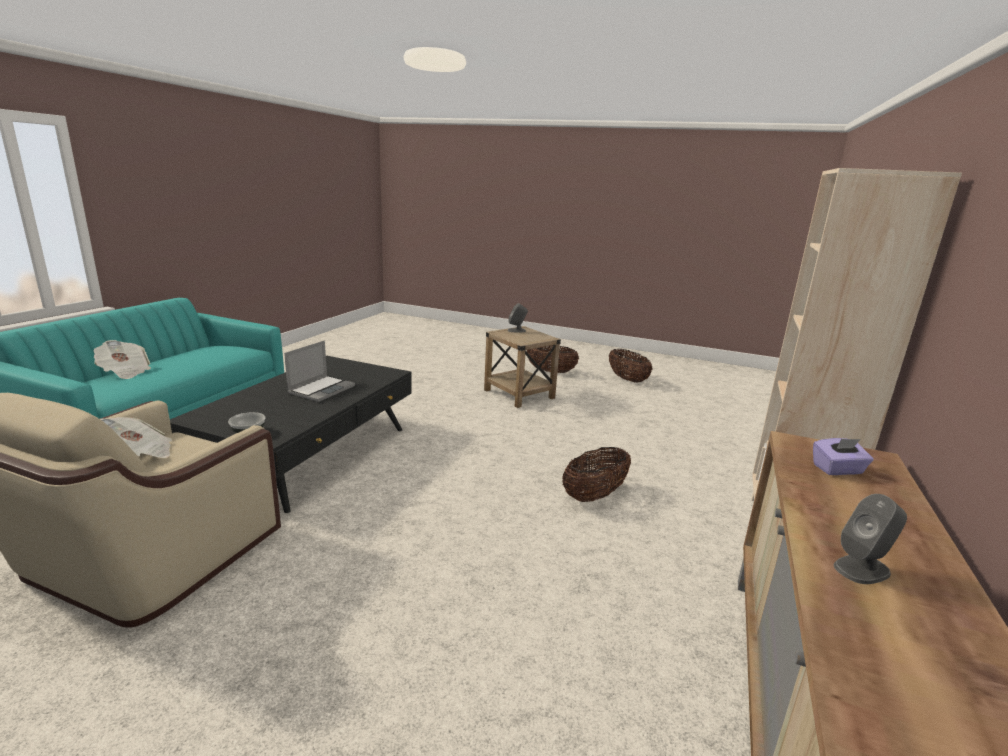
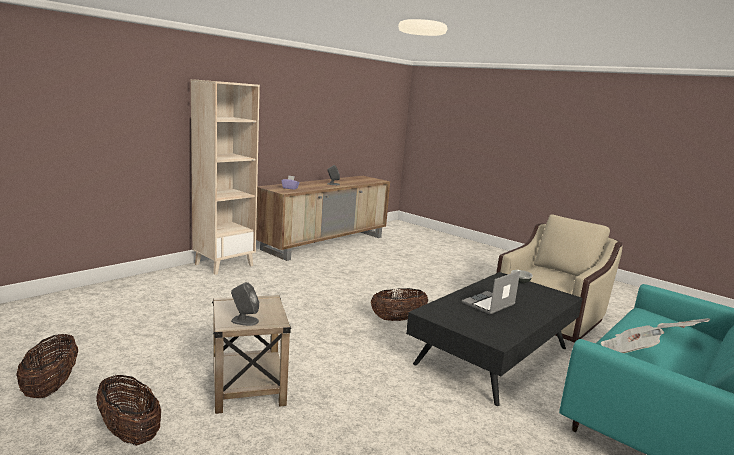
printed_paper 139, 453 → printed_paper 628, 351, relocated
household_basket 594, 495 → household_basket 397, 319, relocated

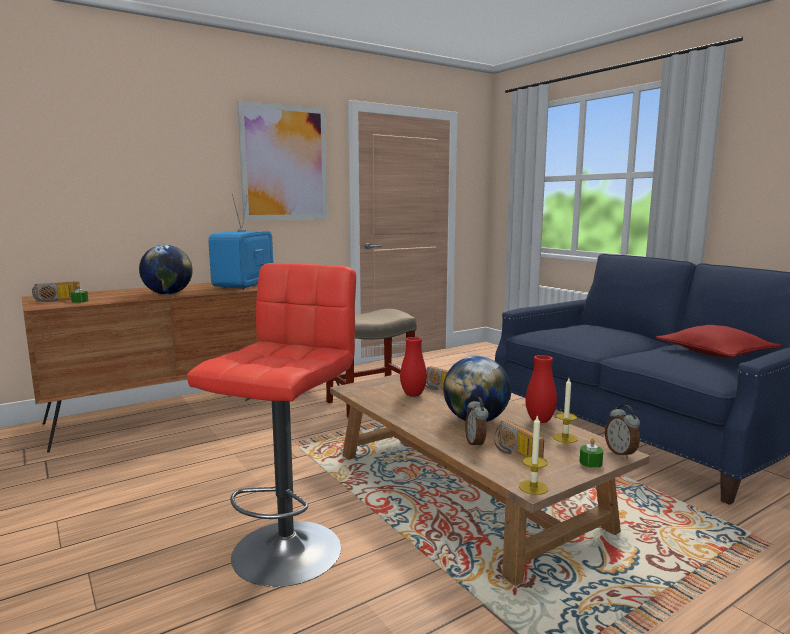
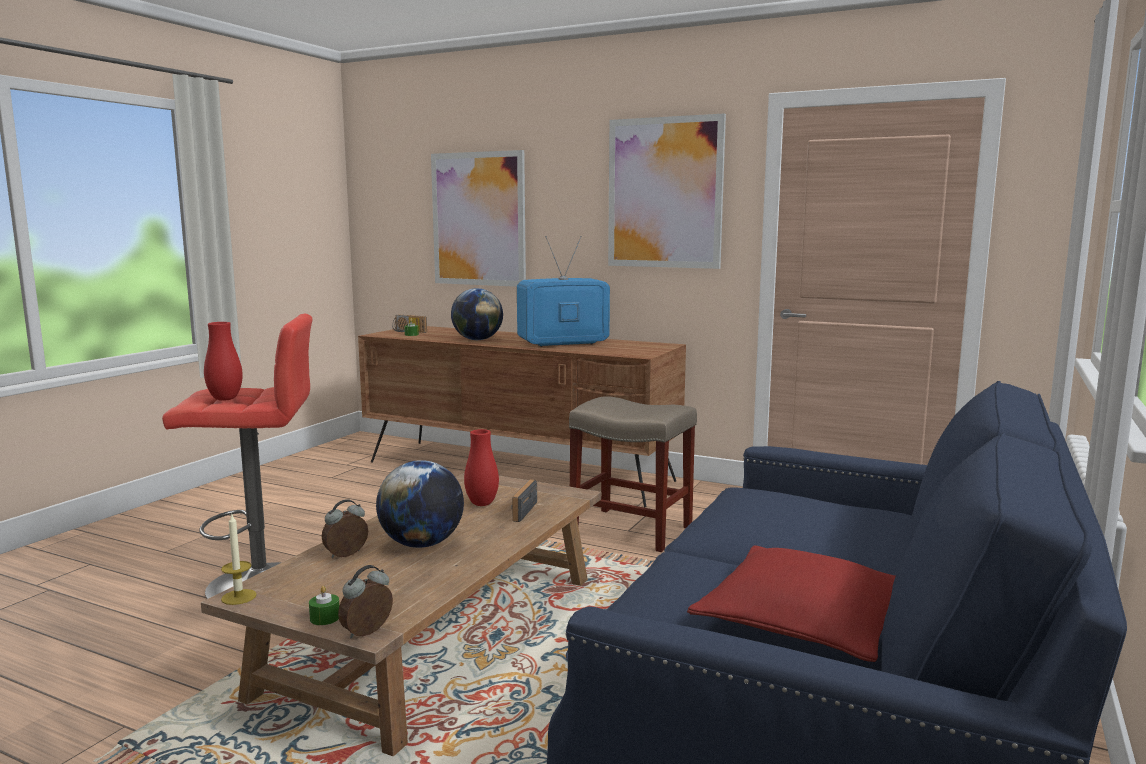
radio 515, 453 → -
red-coloured_decorative_vase 540, 421 → red-coloured_decorative_vase 225, 399, relocated
candle 565, 438 → -
- → picture 479, 219

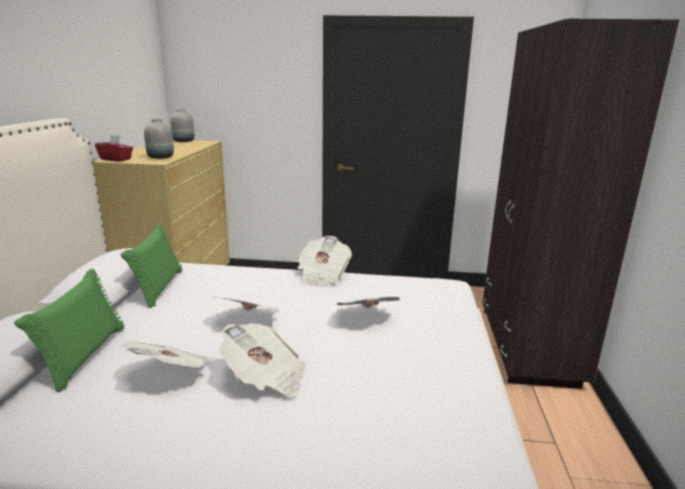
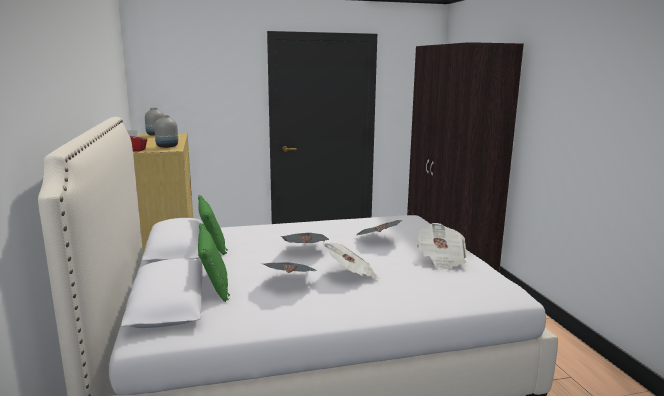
printed_paper 322, 275 → printed_paper 441, 259, relocated

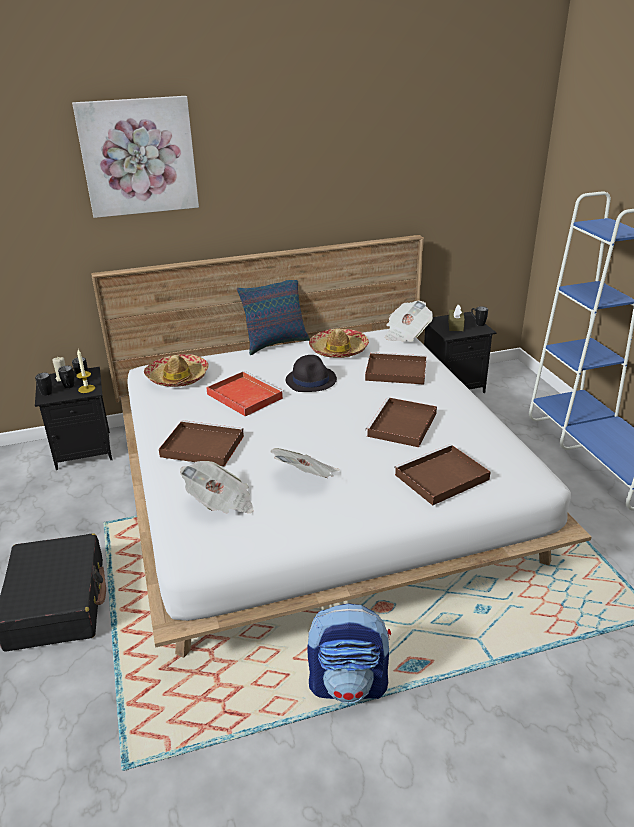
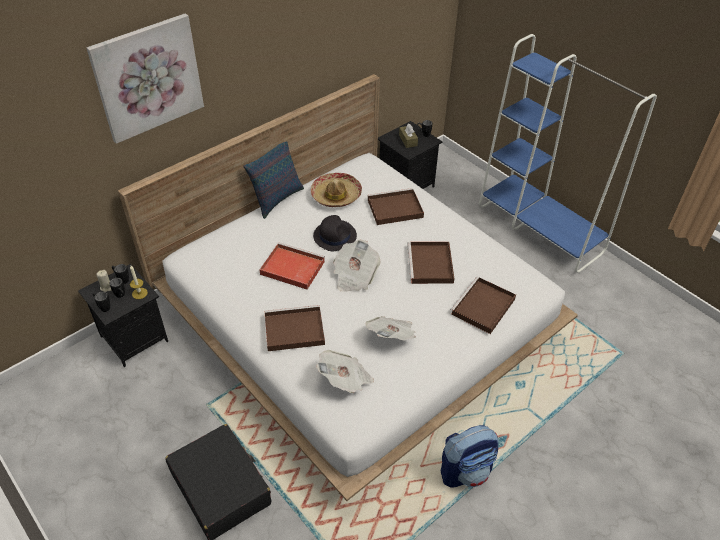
hat 178, 377 → -
printed_paper 406, 334 → printed_paper 354, 276, relocated

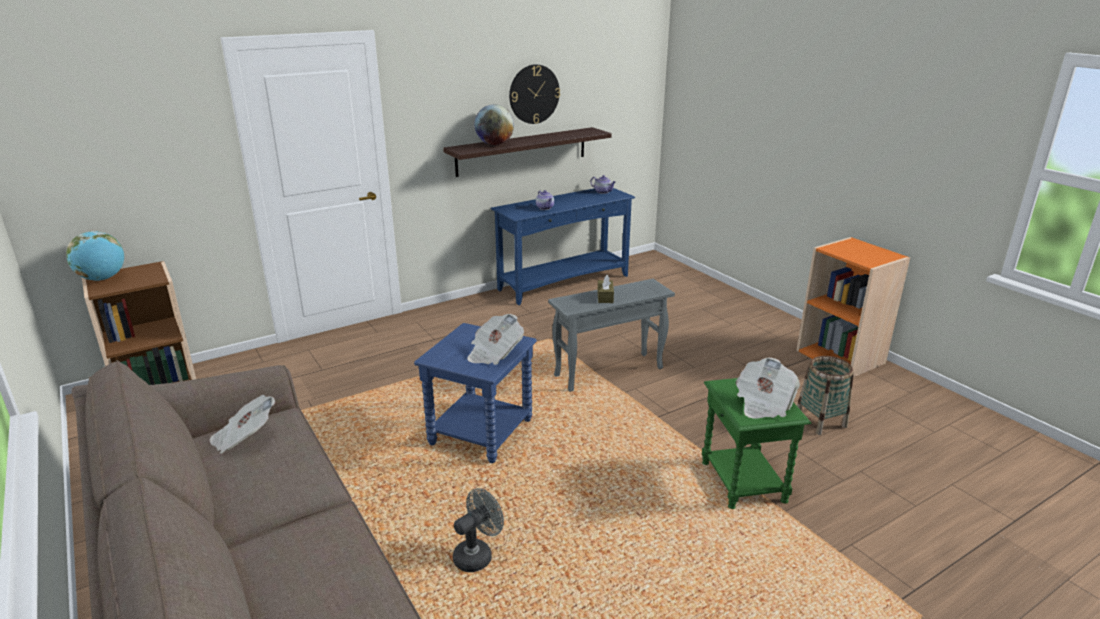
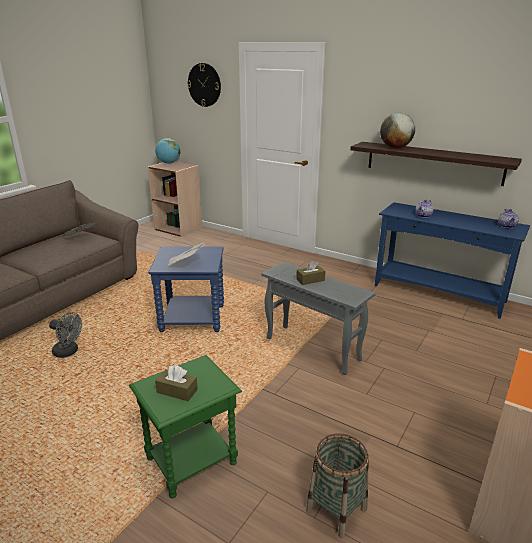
hanging_clock 534, 94 → hanging_clock 204, 85, relocated
printed_paper 763, 403 → brown-coloured_tissue_box 177, 391

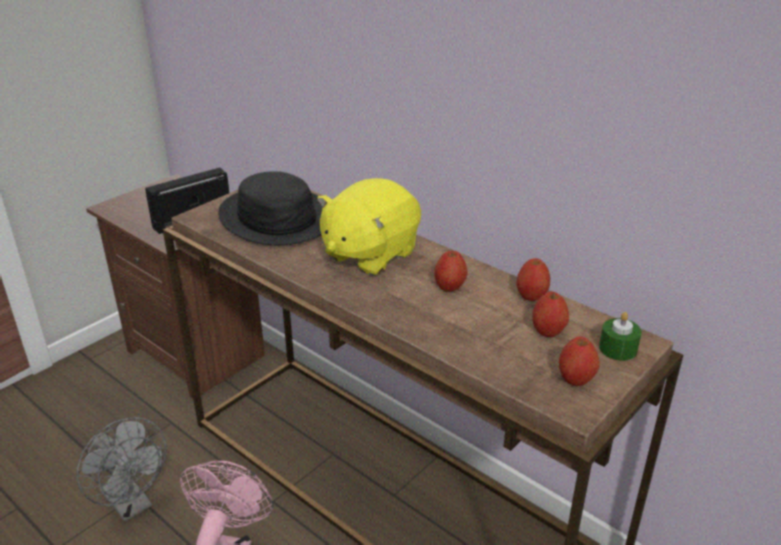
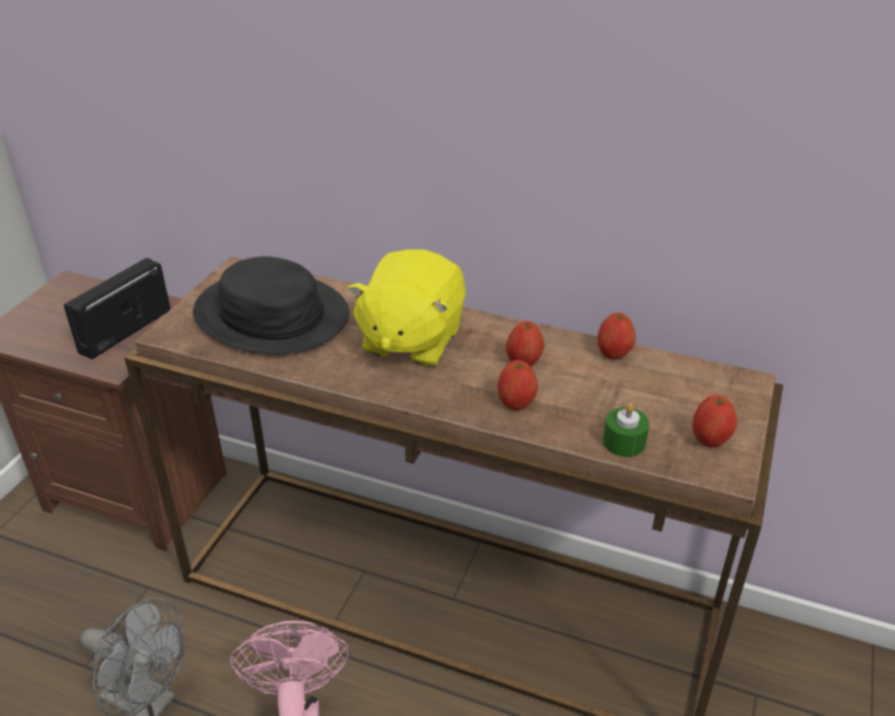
apple_fruit 548, 331 → apple_fruit 516, 403, relocated
greenish_candle 618, 349 → greenish_candle 624, 442, relocated

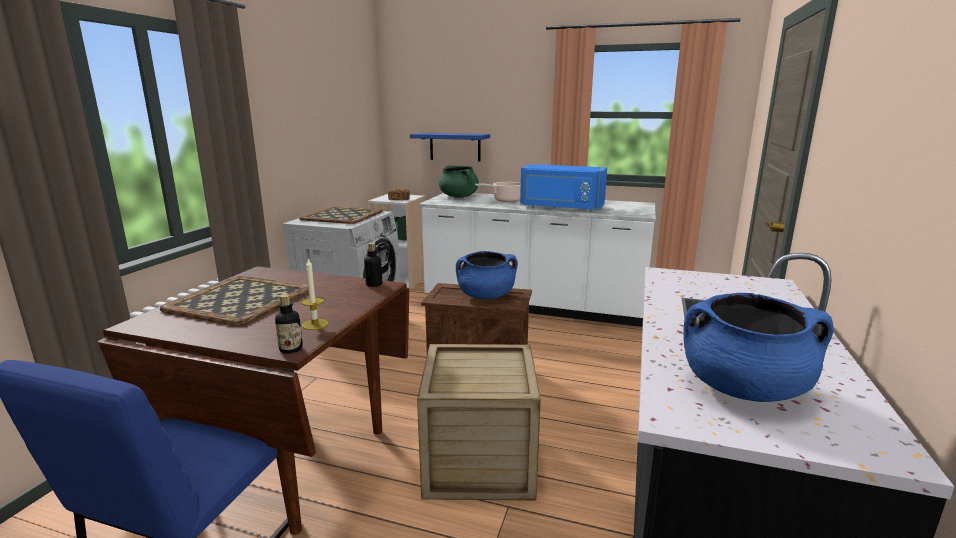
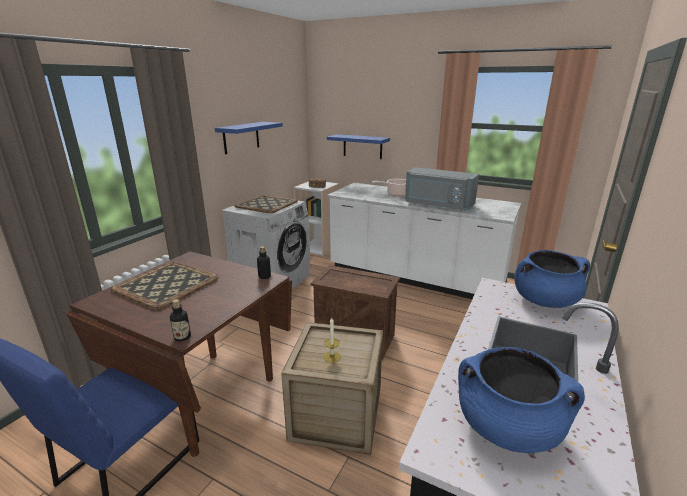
candle 315, 324 → candle 332, 357, relocated
greenish_saucepot 459, 197 → -
bluish_saucepot 486, 296 → bluish_saucepot 544, 301, relocated
bluish_microwave 561, 208 → greyish_microwave 438, 205
- → bluish_bracket_shelf 241, 137

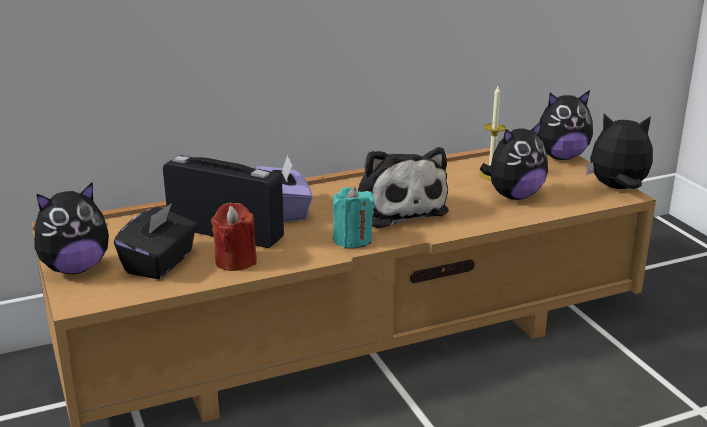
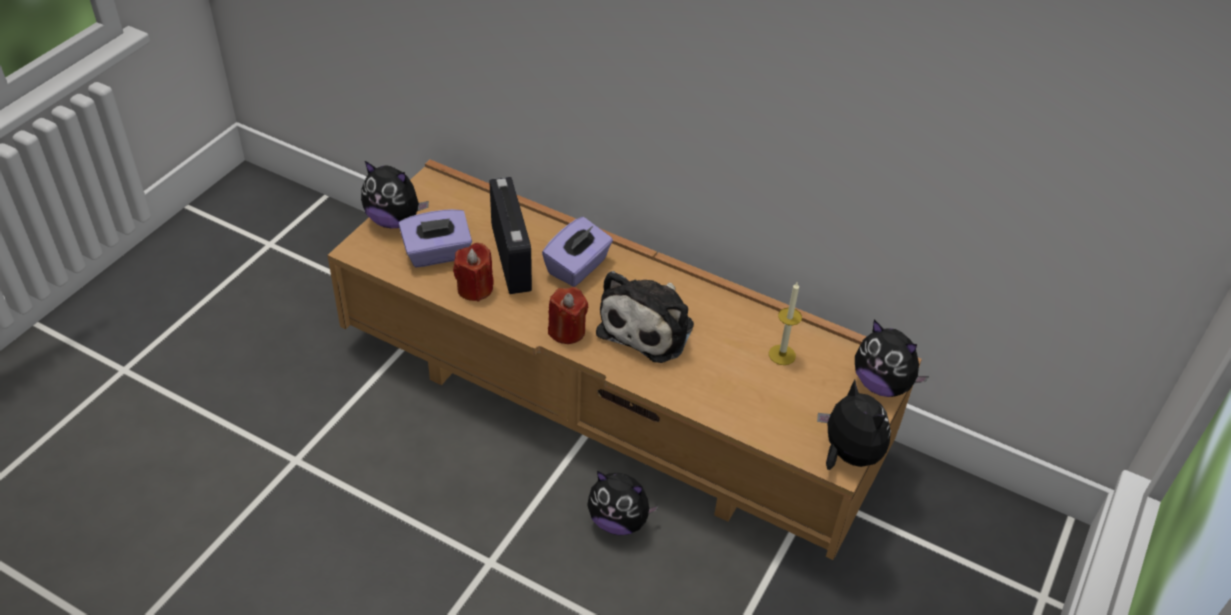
blackish_tissue_box 160, 263 → purple-coloured_tissue_box 437, 254
blue-green_candle 352, 240 → red-coloured_candle 567, 331
cuddly_toy 513, 196 → cuddly_toy 618, 521, relocated

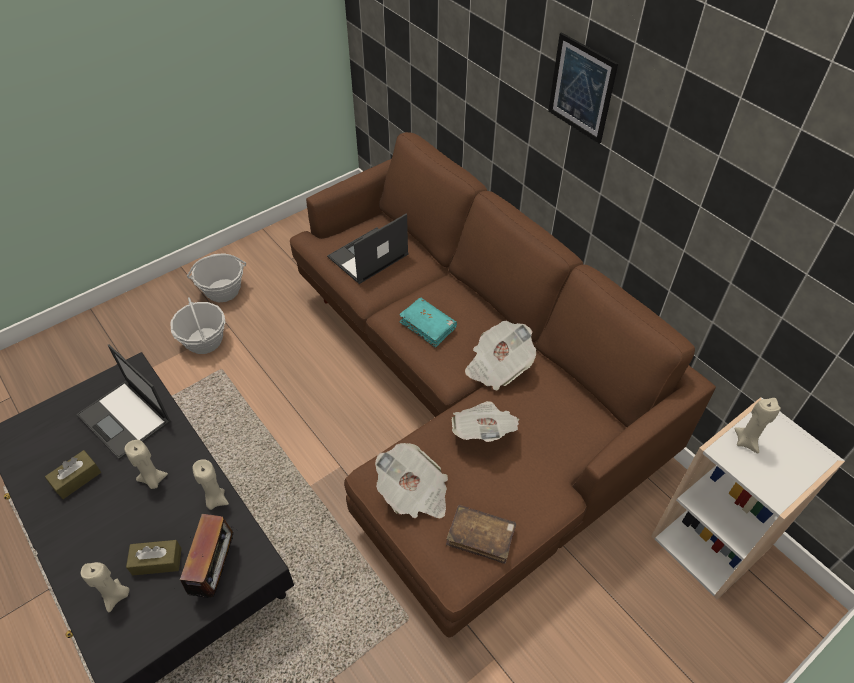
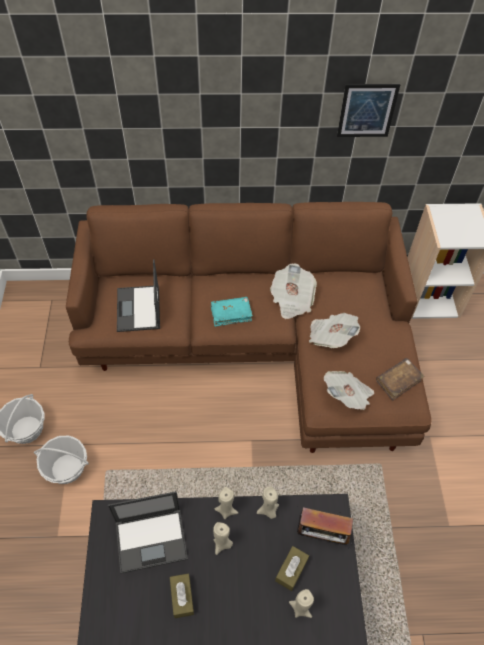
radio 217, 570 → radio 322, 535, 150 degrees clockwise
picture 581, 88 → picture 367, 110, relocated
beige-coloured_candle 746, 441 → beige-coloured_candle 226, 510, relocated

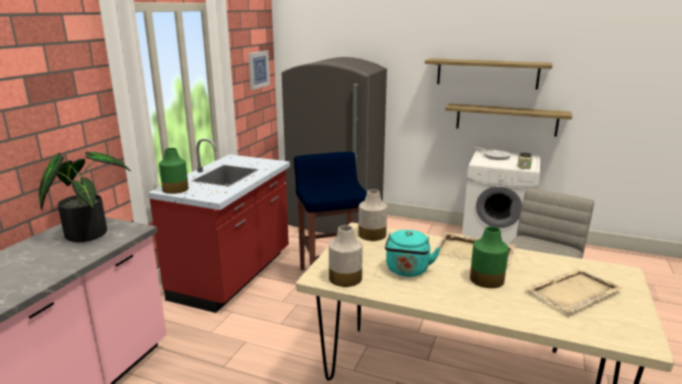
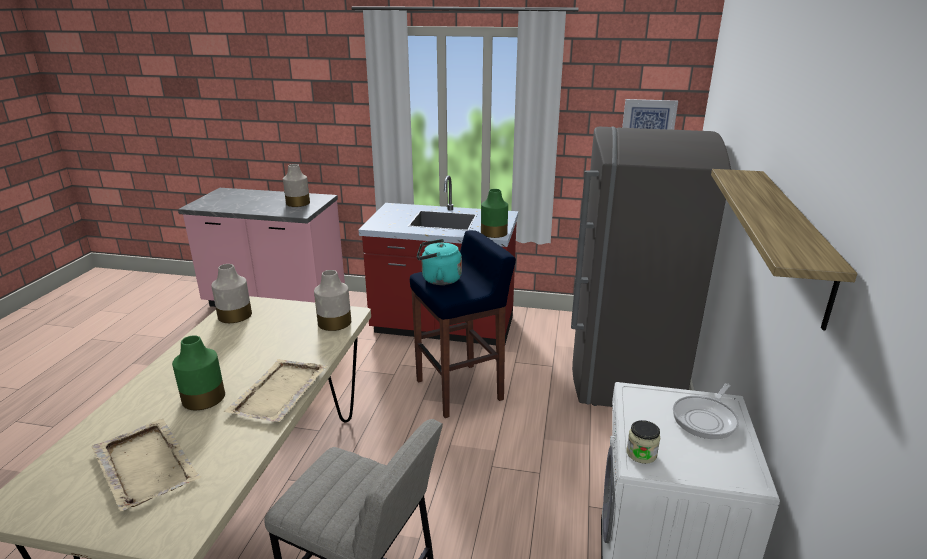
houseplant 88, 232 → beige-coloured_decorative_vase 298, 203
greenish_decorative_vase 176, 189 → greenish_decorative_vase 494, 233, relocated
blue-green_tea_kettle 407, 271 → blue-green_tea_kettle 438, 279, relocated
bracket_shelf 506, 119 → -

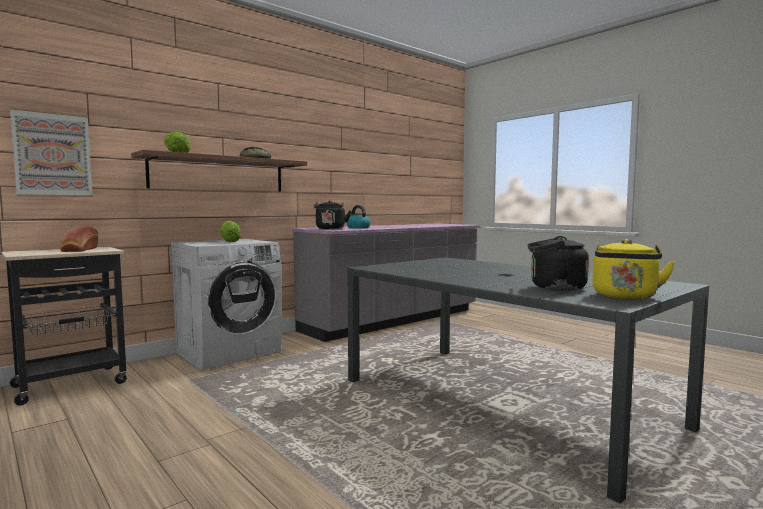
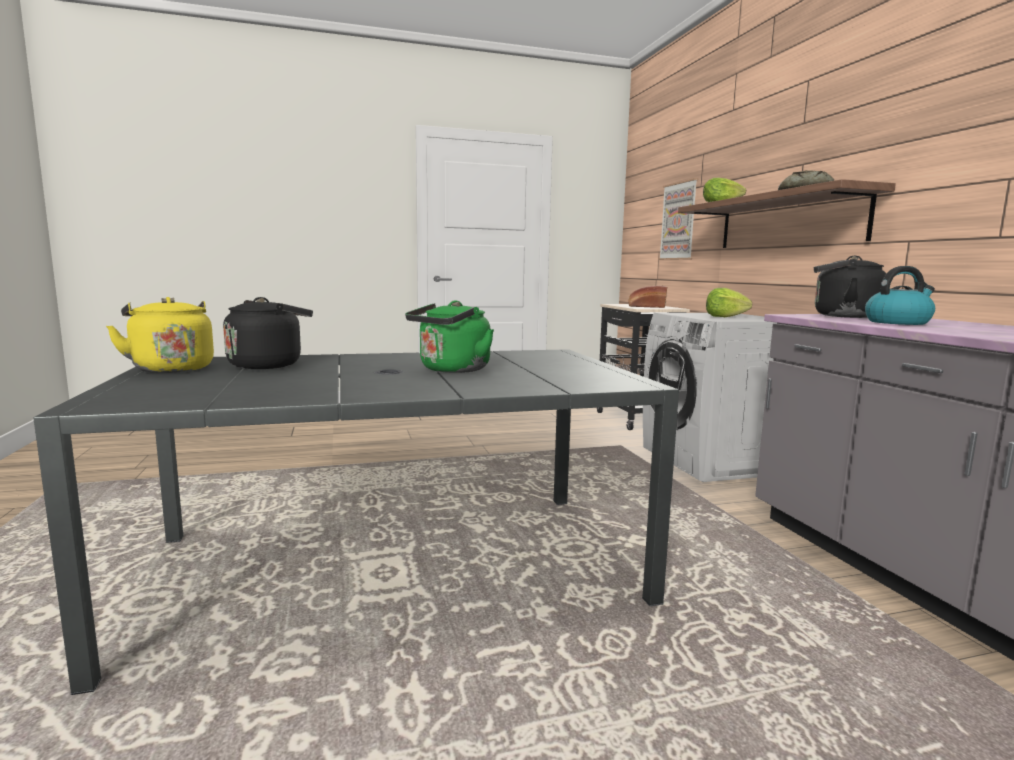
- → greenish_tea_kettle 452, 370

